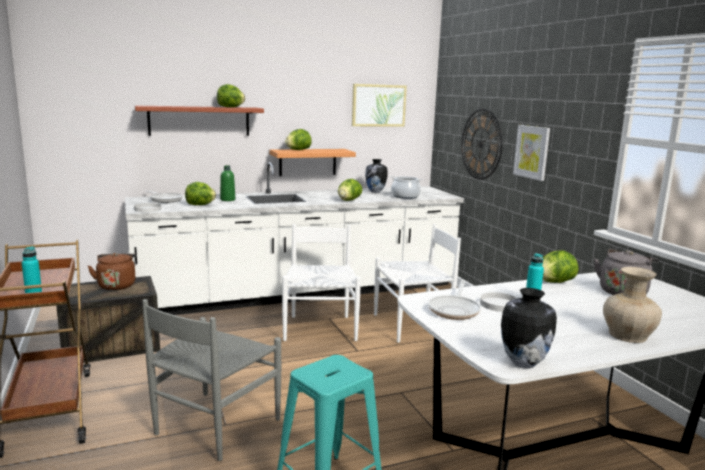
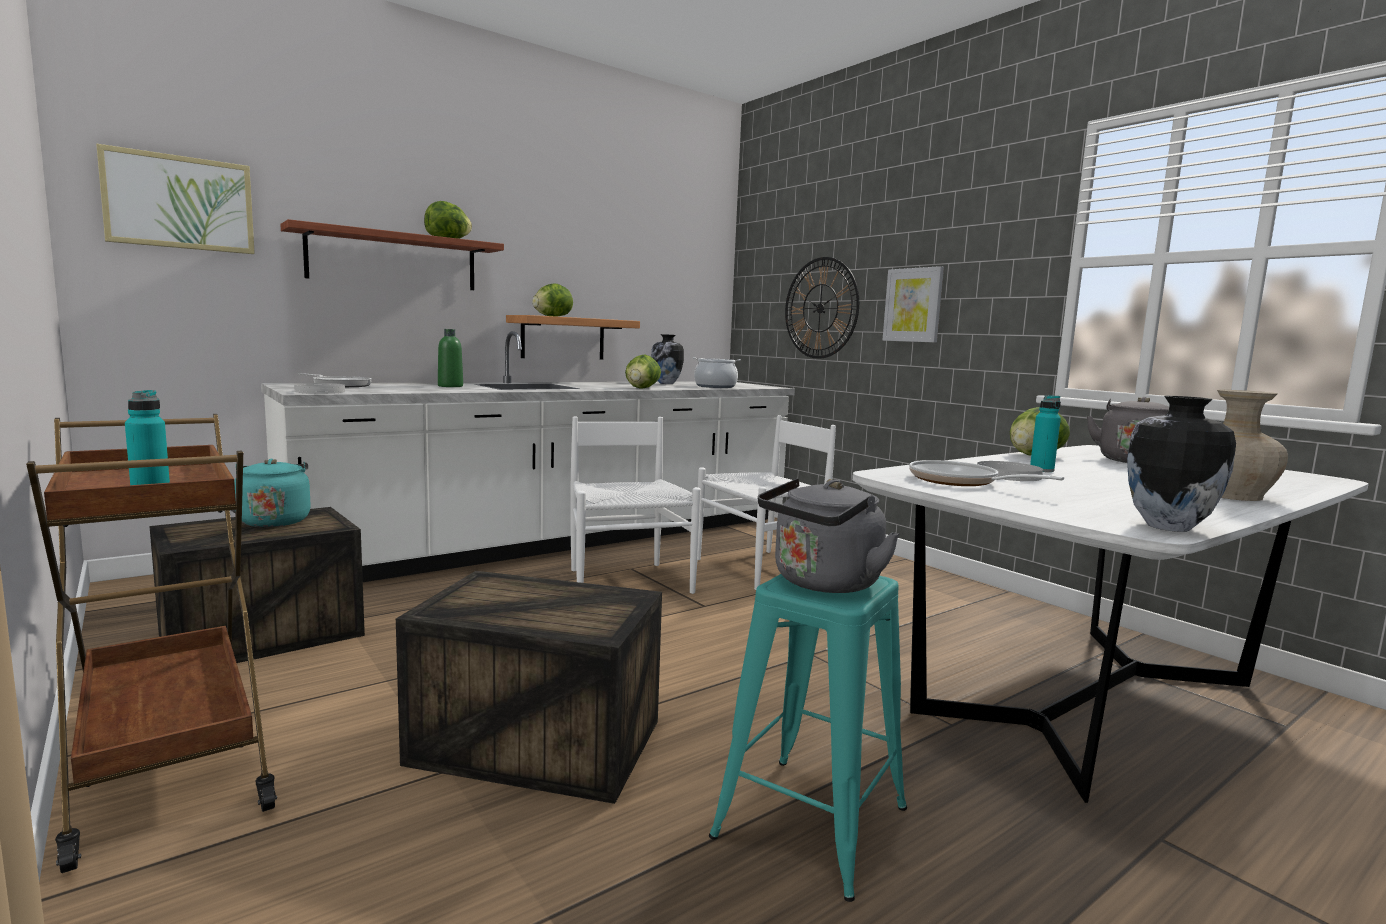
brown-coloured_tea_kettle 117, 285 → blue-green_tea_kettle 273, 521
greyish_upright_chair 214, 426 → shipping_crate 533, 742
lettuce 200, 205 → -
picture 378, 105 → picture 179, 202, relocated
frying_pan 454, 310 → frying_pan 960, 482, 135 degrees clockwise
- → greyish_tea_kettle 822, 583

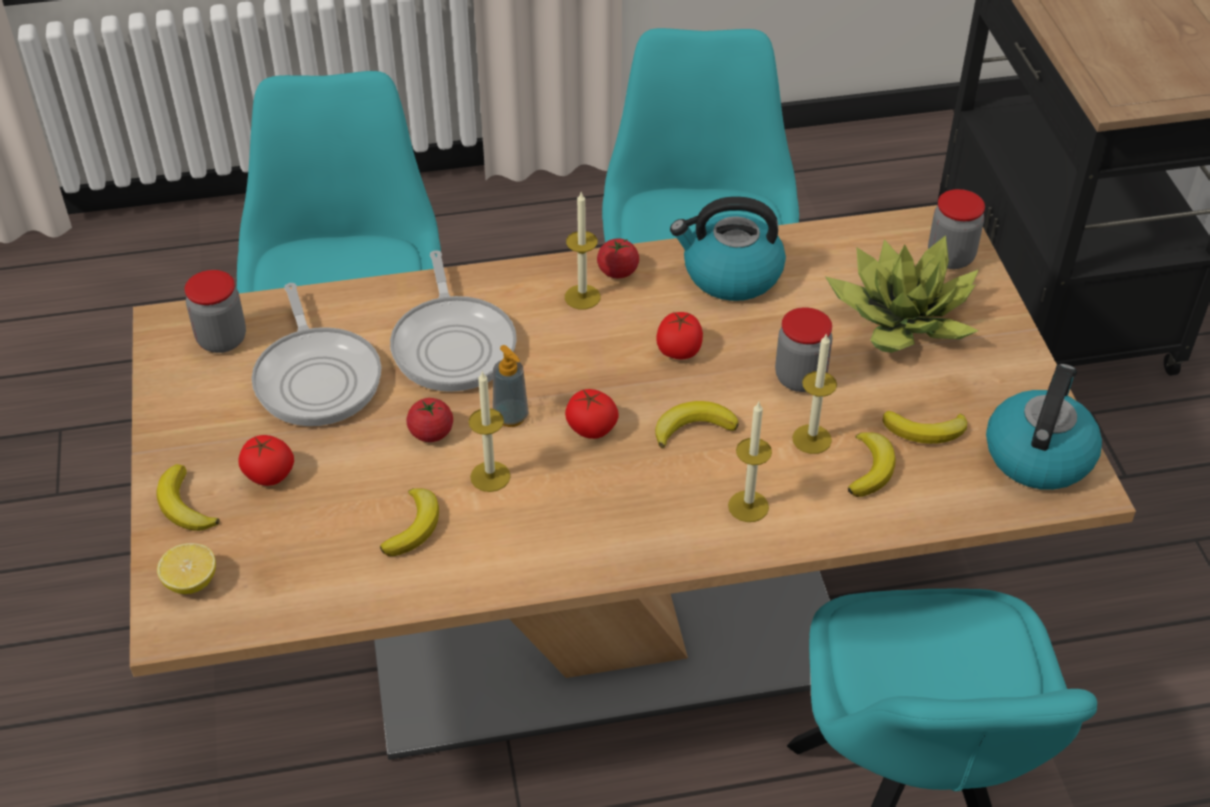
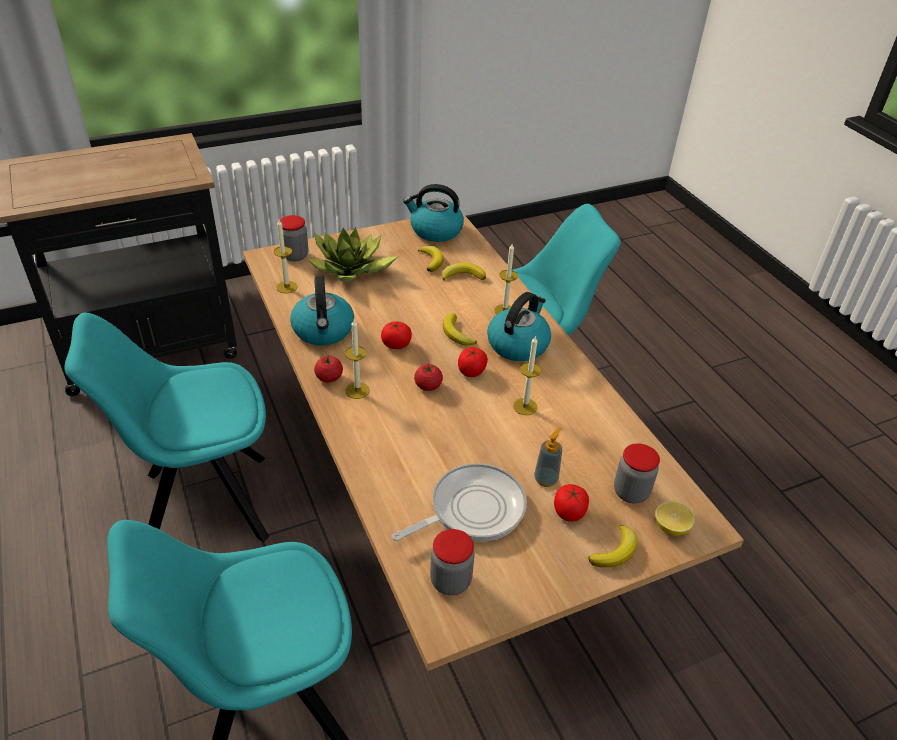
whole_banana 414, 526 → -
frying_pan 453, 344 → -
fresh_tomato 431, 433 → fresh_tomato 428, 386, relocated
soap_dispenser 511, 416 → soap_dispenser 546, 479, relocated
jar 800, 378 → jar 631, 492, relocated
candle 812, 439 → candle 287, 287, relocated
- → tea_kettle 518, 344

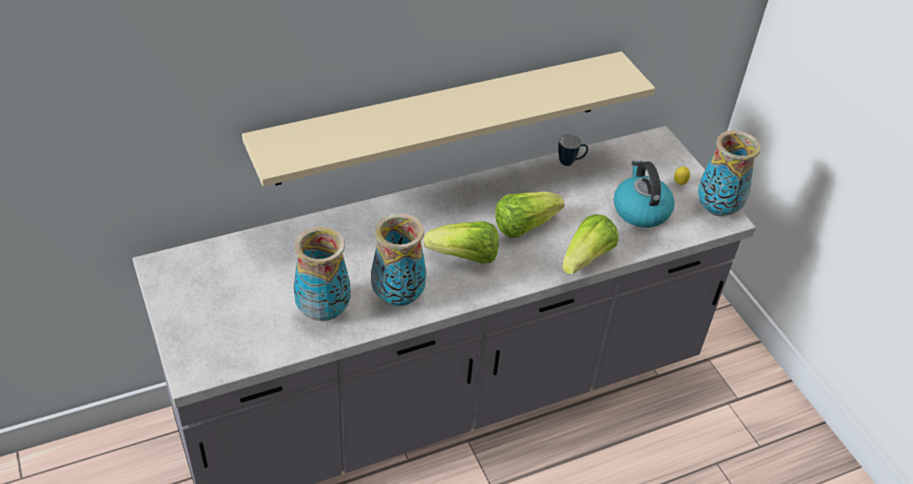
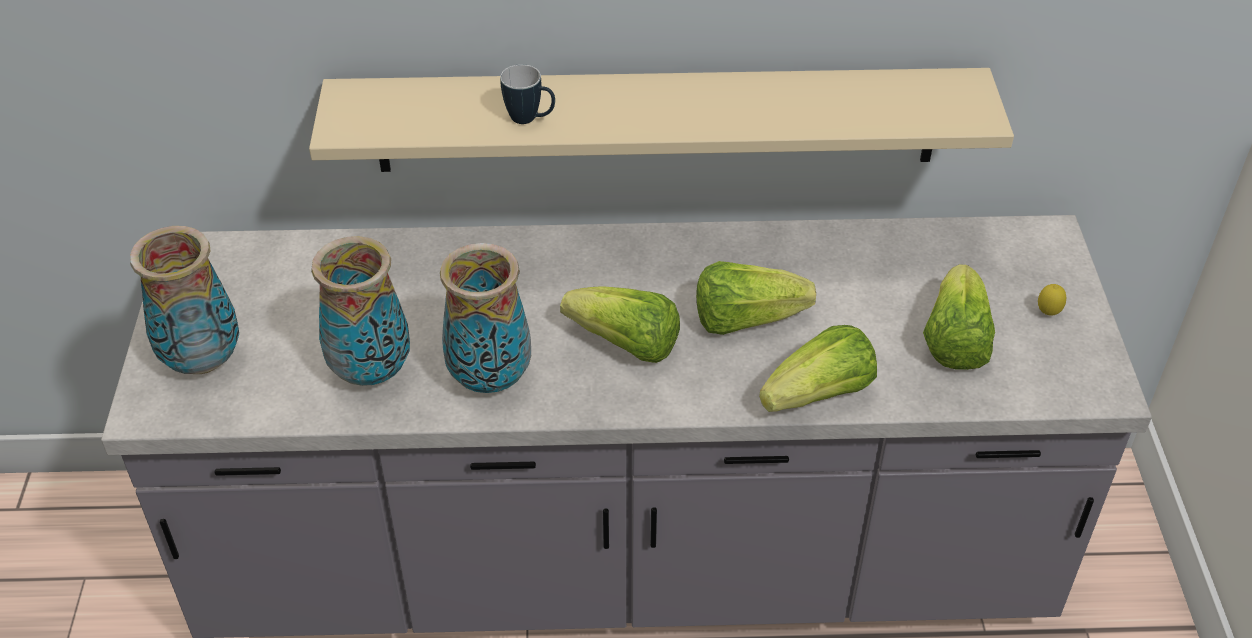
mug 570, 162 → mug 530, 119, relocated
tea_kettle 640, 210 → lettuce 954, 340
decorative_vase 717, 209 → decorative_vase 204, 362, relocated

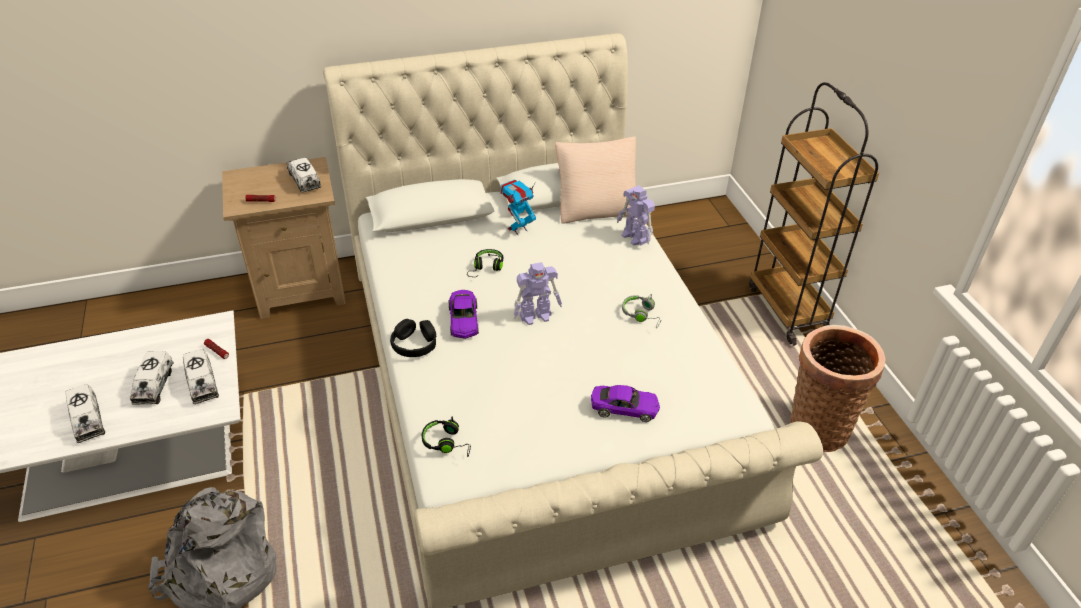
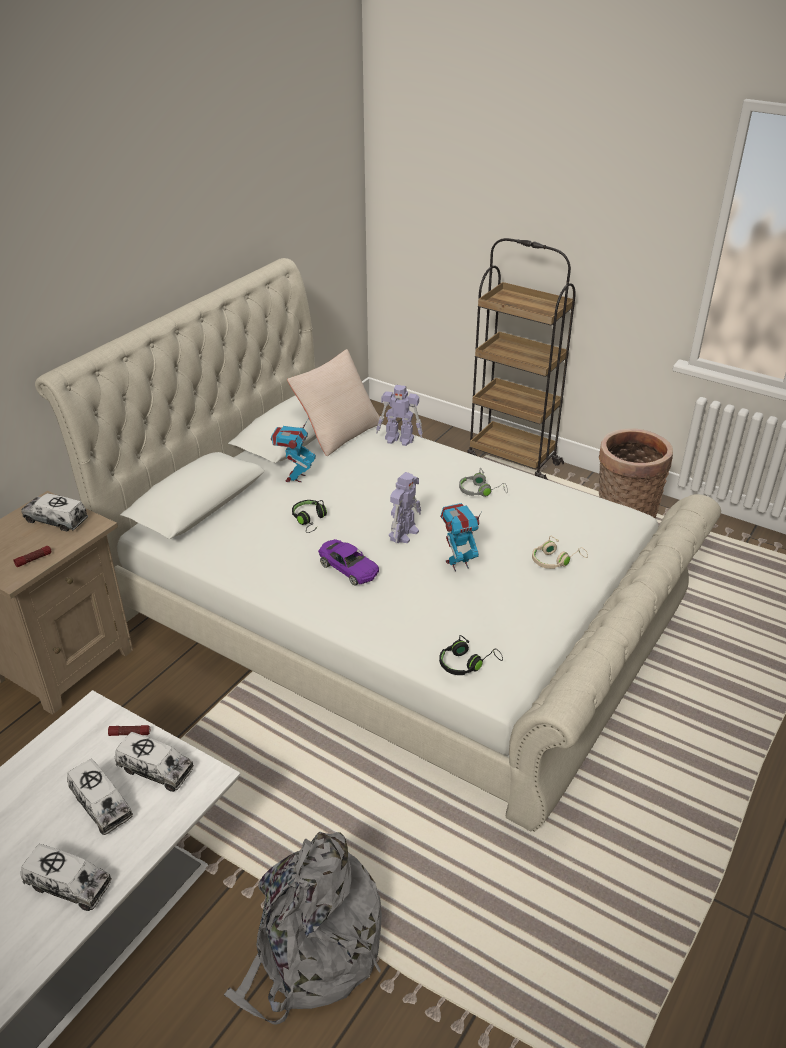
blackish_headset 414, 344 → -
purple-coloured_miniature_car 624, 408 → beige-coloured_headset 555, 560
- → robot_figure 458, 564

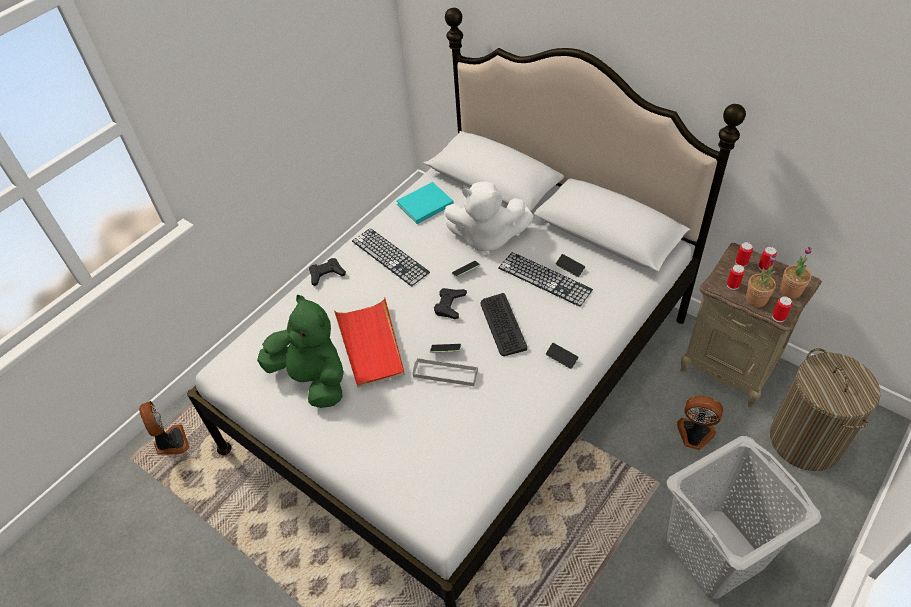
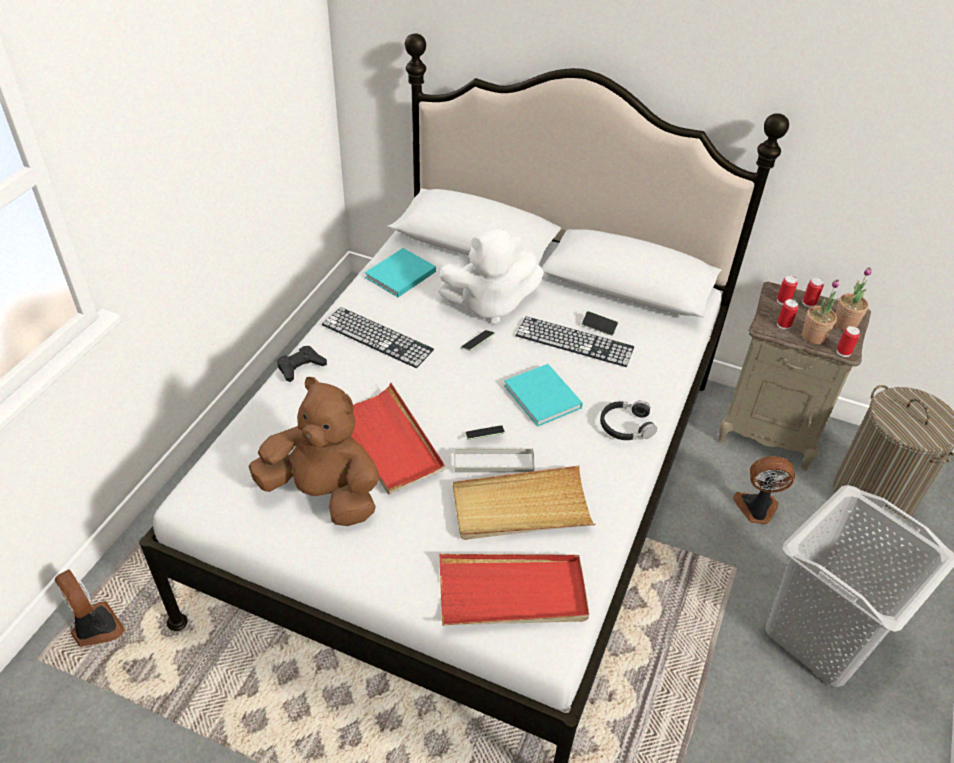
greenish_cuddly_toy 313, 379 → brown-coloured_cuddly_toy 324, 493
blackish_gamepad 450, 305 → -
keyboard 502, 325 → blue-green_book 543, 398
phone 561, 358 → blackish_headset 625, 426
- → red-coloured_carrying_tray 512, 593
- → beige-coloured_carrying_tray 521, 507

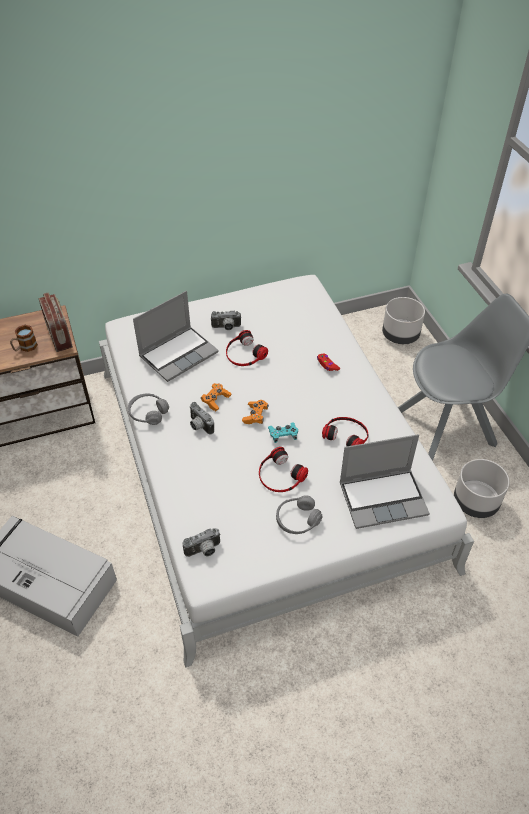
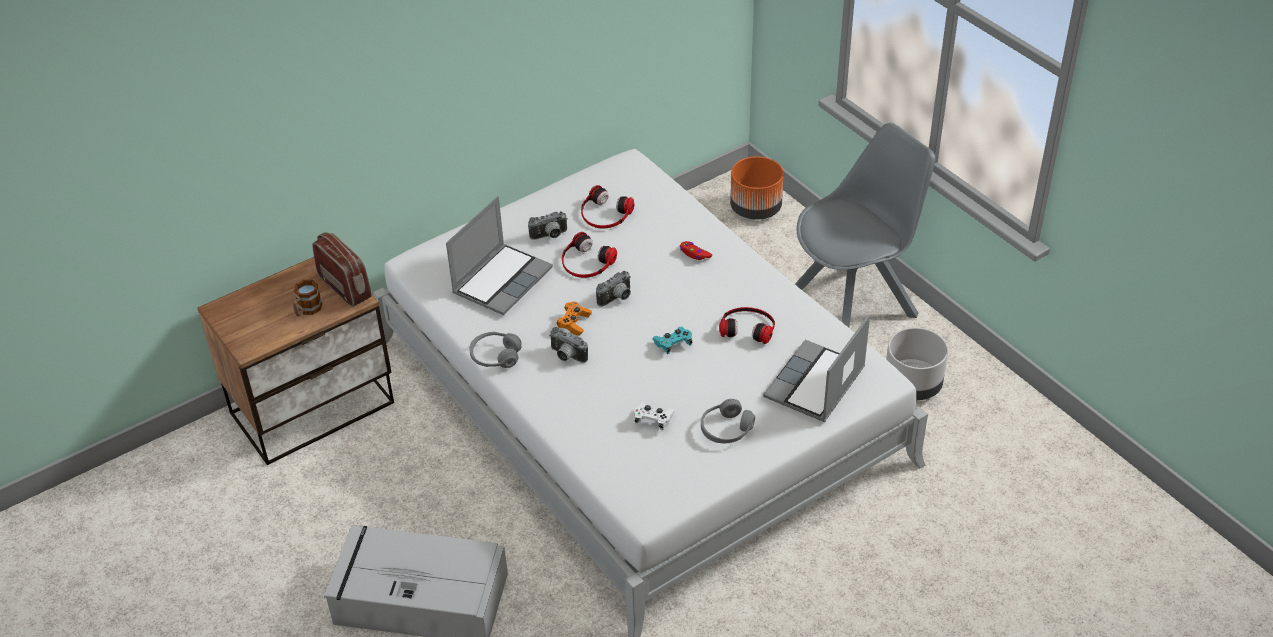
still_camera 204, 551 → still_camera 617, 299, relocated
orange_gamepad 255, 416 → -
headset 280, 475 → headset 605, 214, relocated
notebook_computer 383, 498 → notebook_computer 815, 385, 150 degrees clockwise
greyish_plant_pot 400, 335 → orange_plant_pot 756, 209
- → white-coloured_gamepad 653, 420

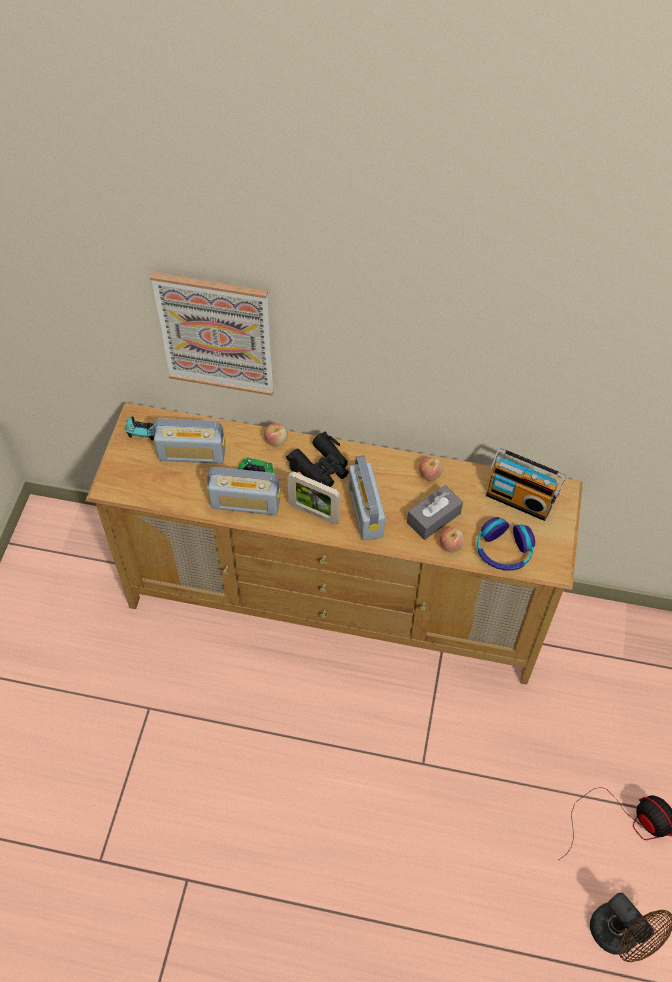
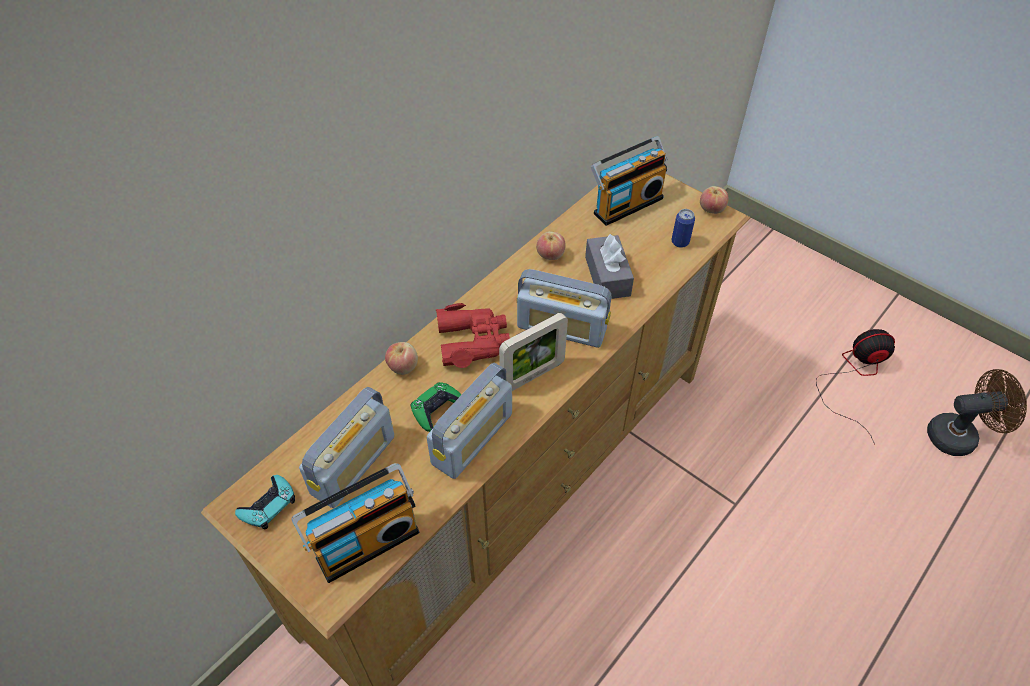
picture 216, 333 → -
blackish_field_glasses 321, 467 → red-coloured_field_glasses 473, 341
apple_fruit 450, 545 → apple_fruit 711, 209, relocated
headset 503, 550 → sealed_can 680, 242
- → radio 366, 541

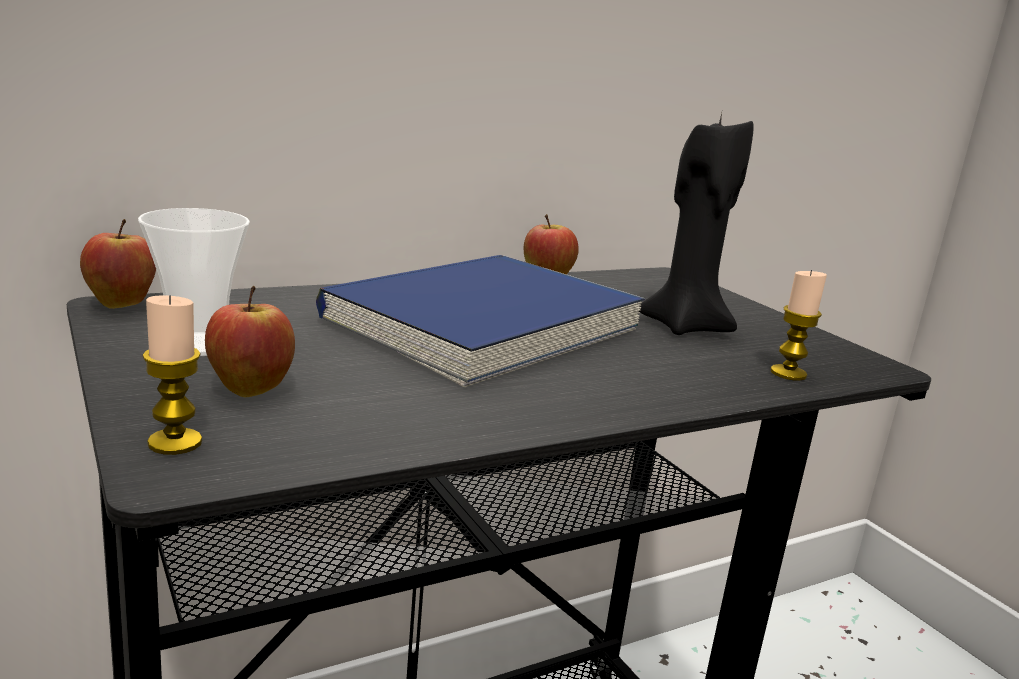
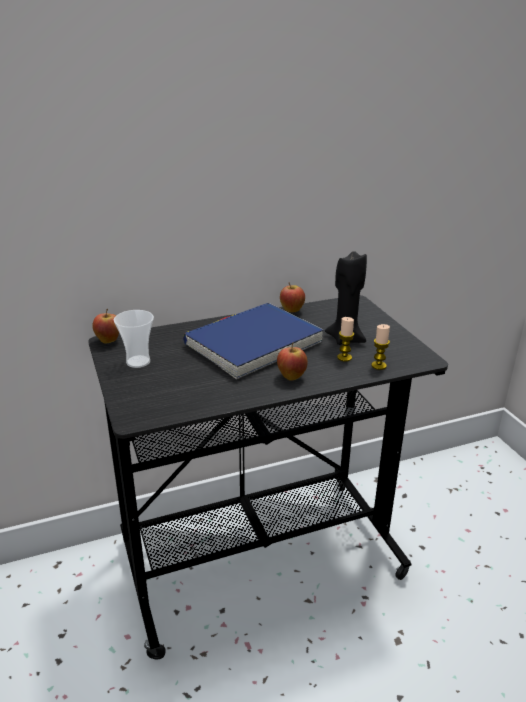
candle 175, 442 → candle 344, 357, relocated
apple_fruit 250, 390 → apple_fruit 291, 377, relocated

